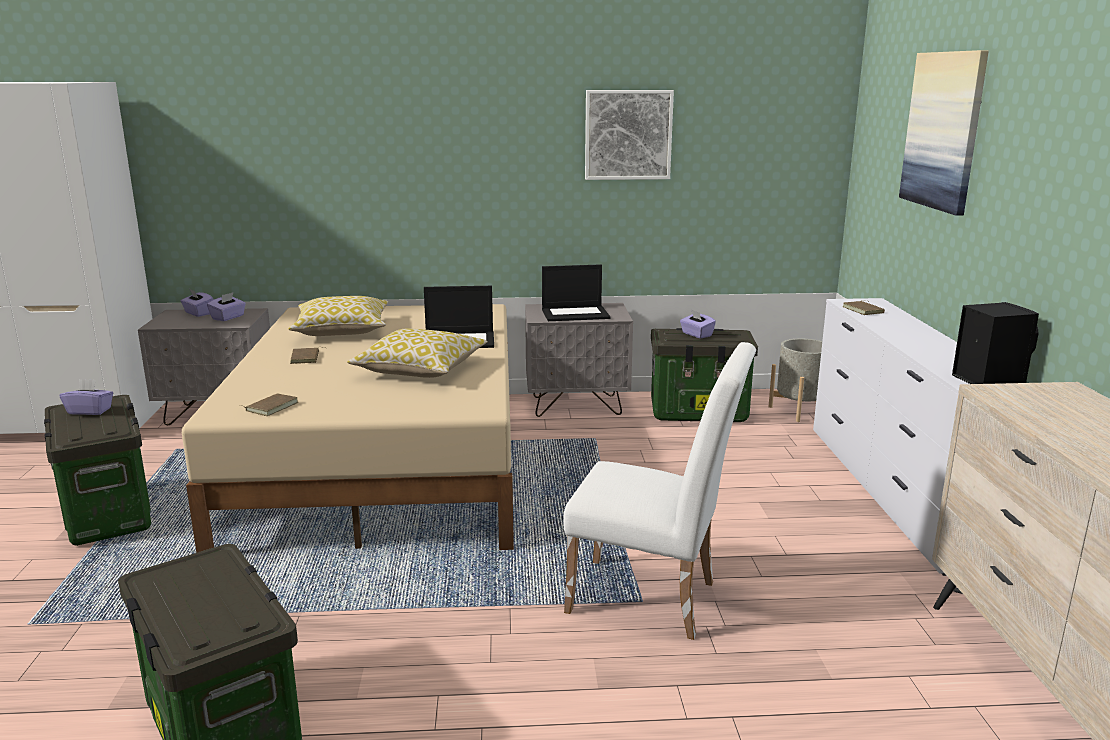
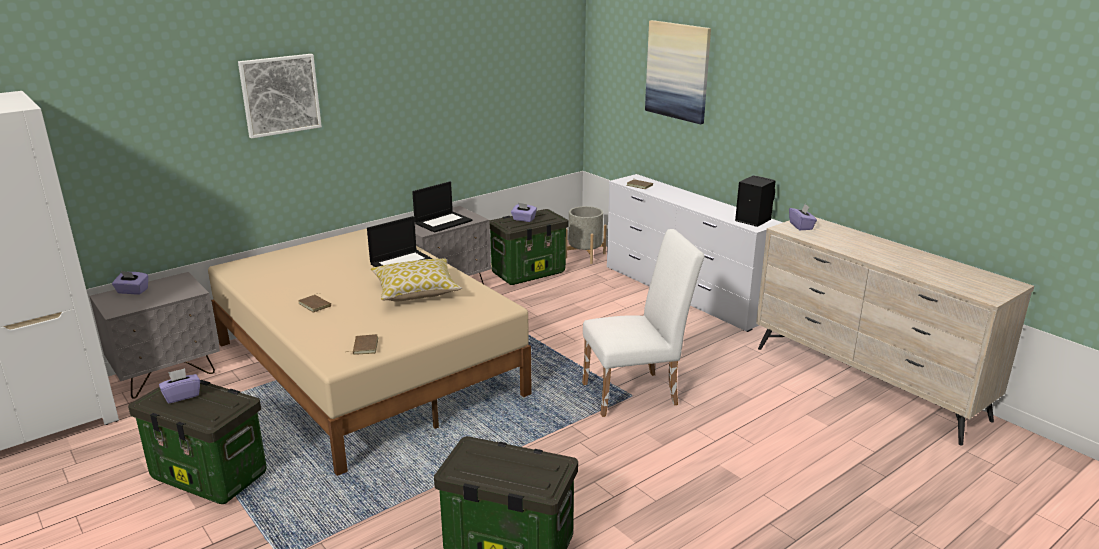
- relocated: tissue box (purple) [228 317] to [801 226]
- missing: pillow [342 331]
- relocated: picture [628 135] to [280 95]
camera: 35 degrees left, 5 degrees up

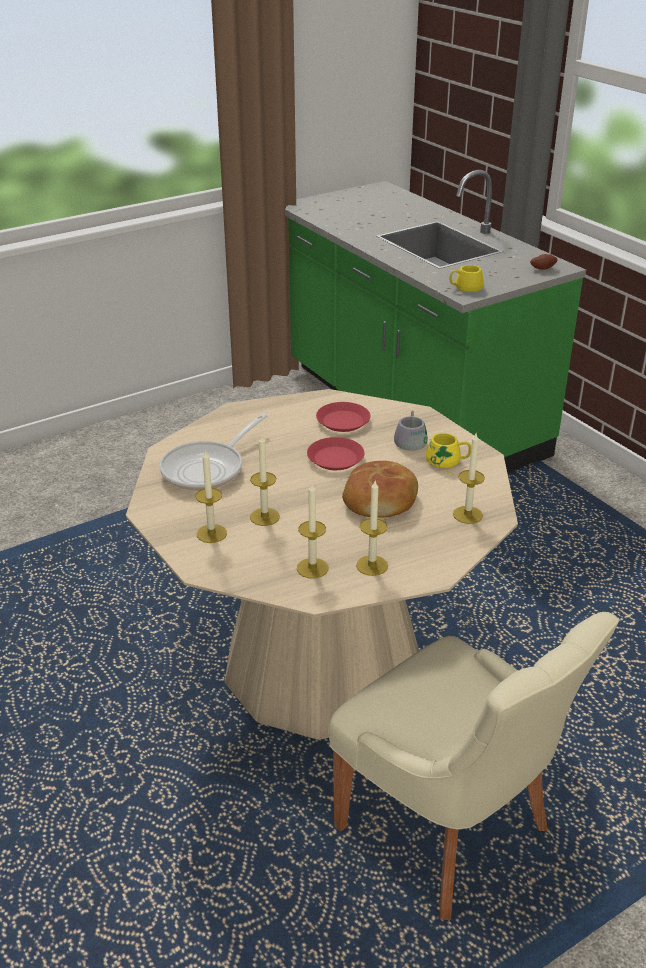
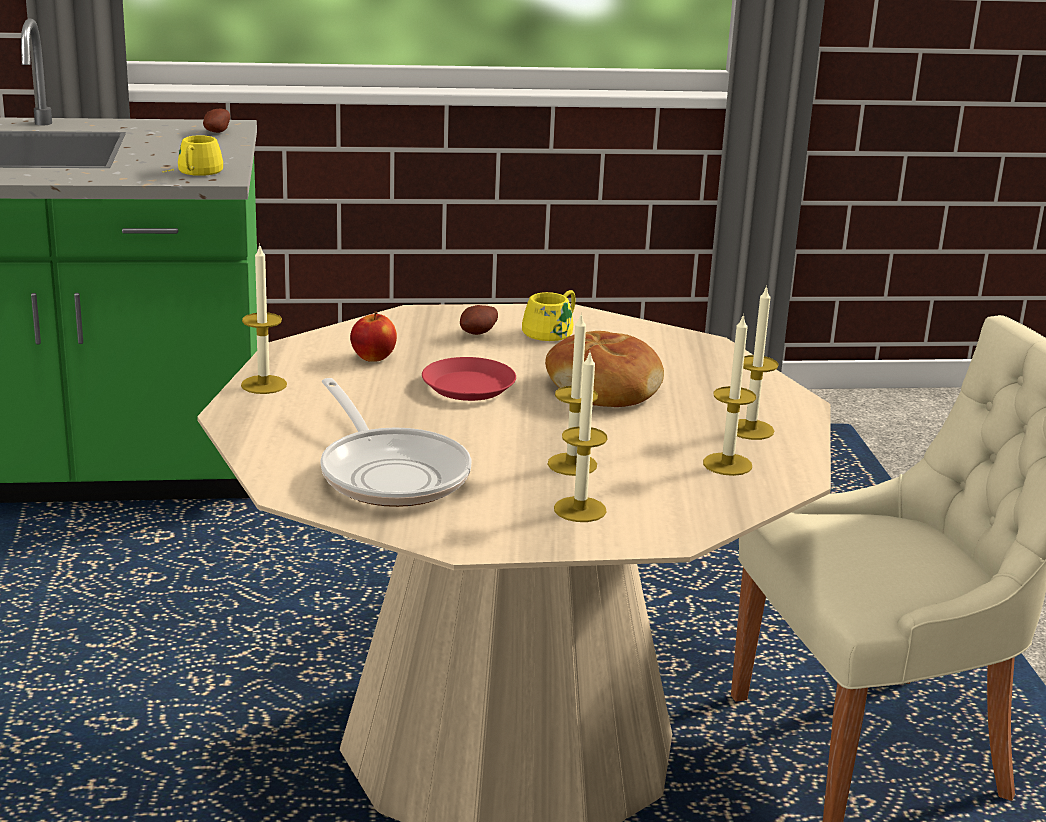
- exchanged: plate (red) [343 421] to apple [373 358]
- exchanged: mug (grey) [414 440] to potato [479 334]
- relocated: candle [467 515] to [264 384]
camera: 65 degrees left, 10 degrees down

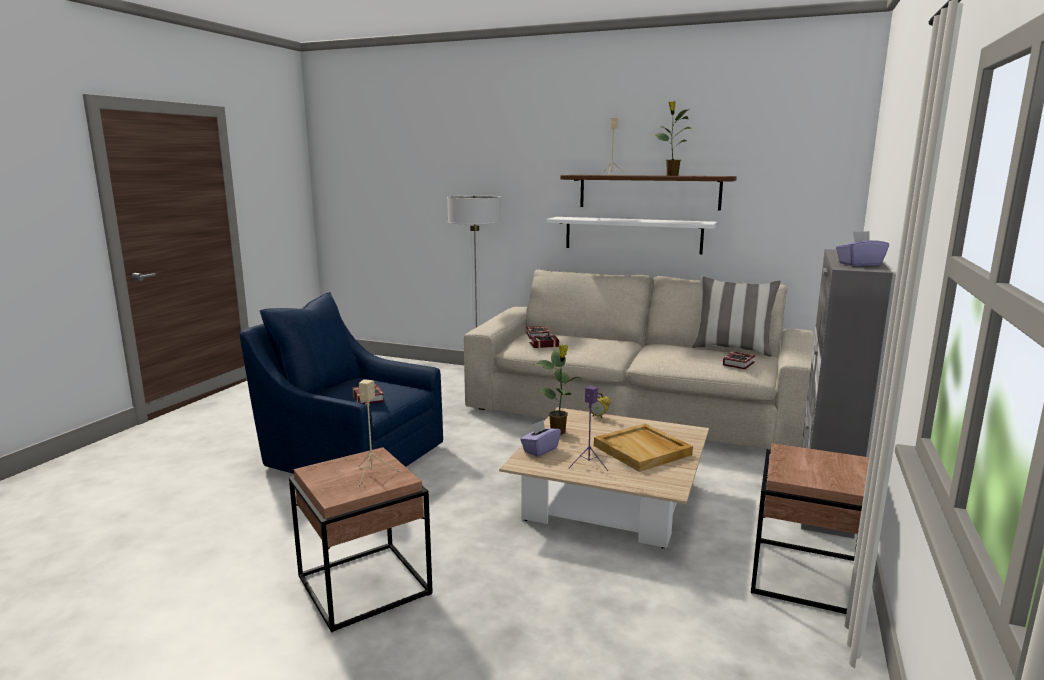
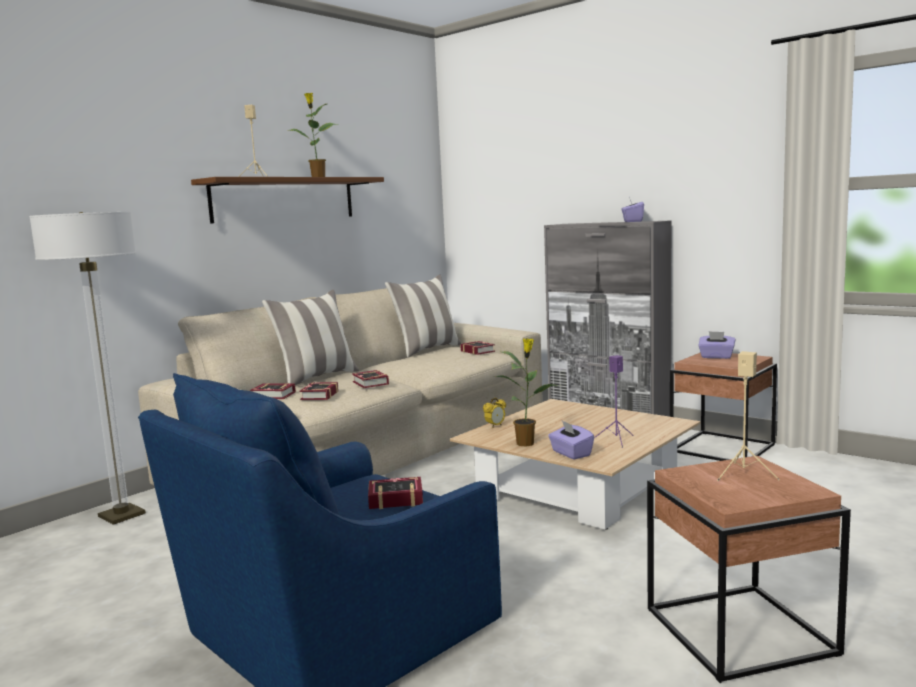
- missing: shelf (white) [632 235]
- missing: tray (beige) [643 450]
- appeared: pillow [316 378]
- appeared: book [370 383]
- appeared: tissue box (purple) [716 357]
camera: 70 degrees left, 5 degrees down

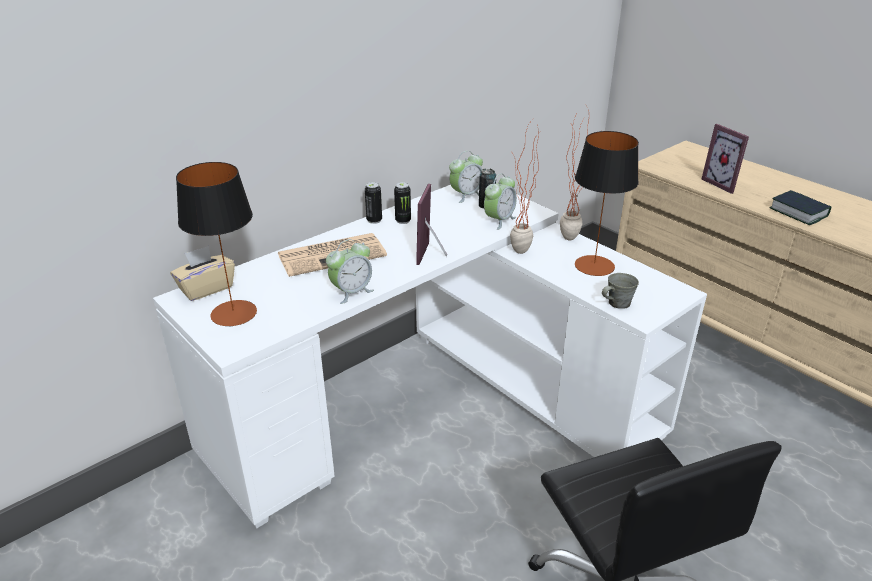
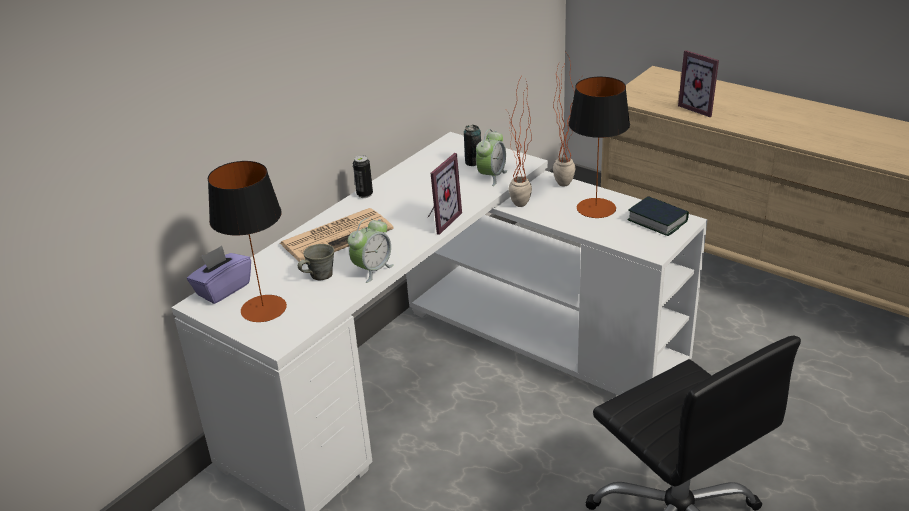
- colour: tissue box (beige) [206 288] to tissue box (purple) [223 289]
- missing: can [403 220]
- spun: picture frame [434 254] = [439 221] 150 degrees counterclockwise
- missing: alarm clock [466 195]
- relocated: mug (grey) [617 304] to [320 275]
- relocated: book [798 212] to [657 221]
camera: 10 degrees left, 0 degrees up

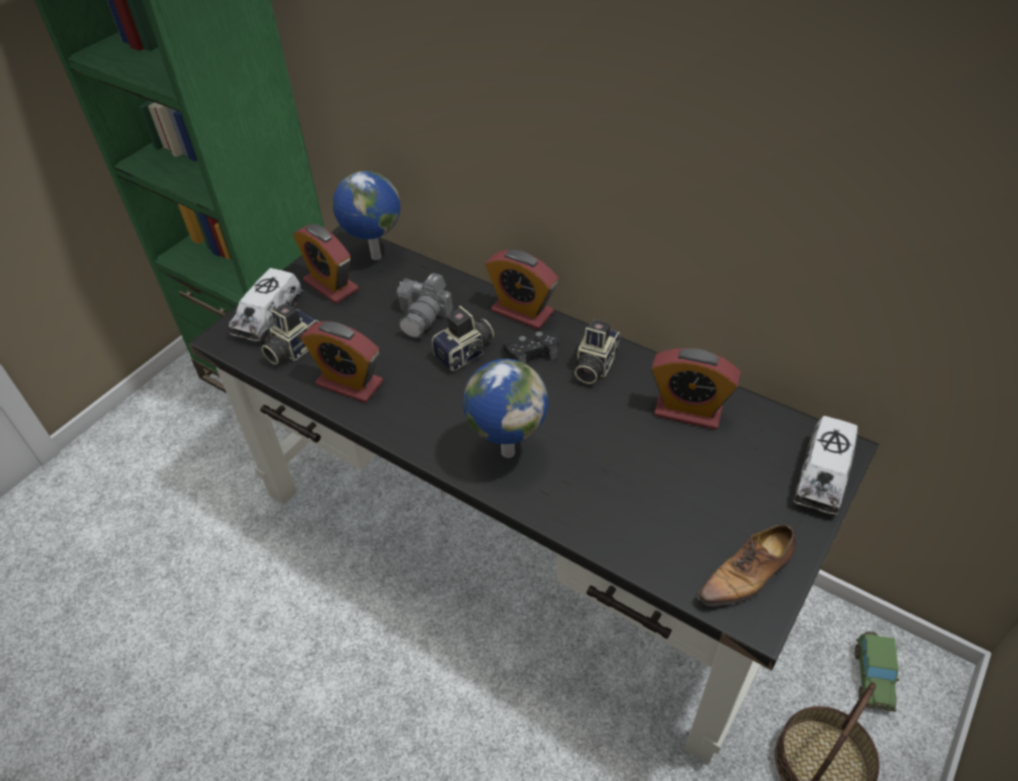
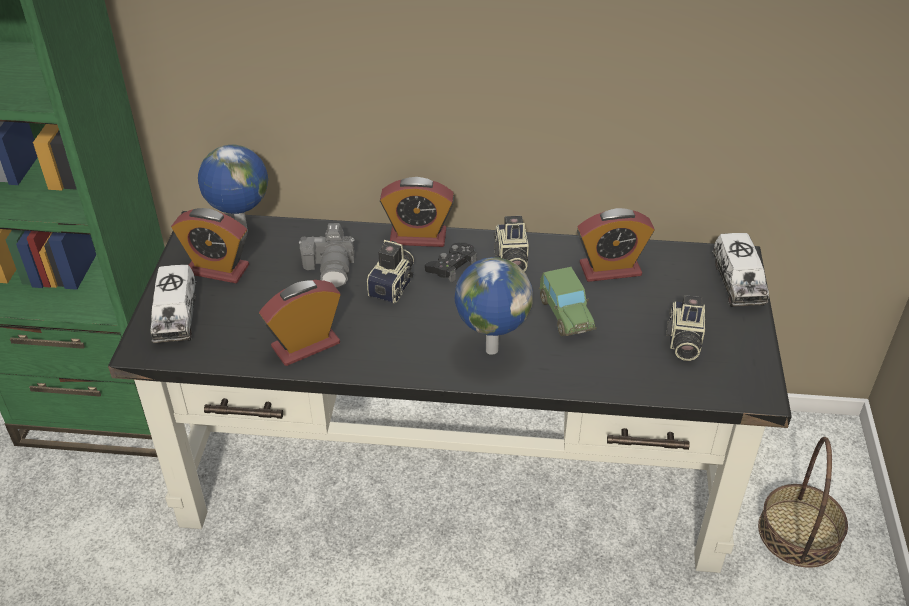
- relocated: photo camera [293 348] to [683 341]
- spun: alarm clock [349 383] = [306 345] 150 degrees clockwise
- missing: shoe [747 575]
- relocated: toy car [872 677] to [565 314]
camera: 30 degrees left, 5 degrees down

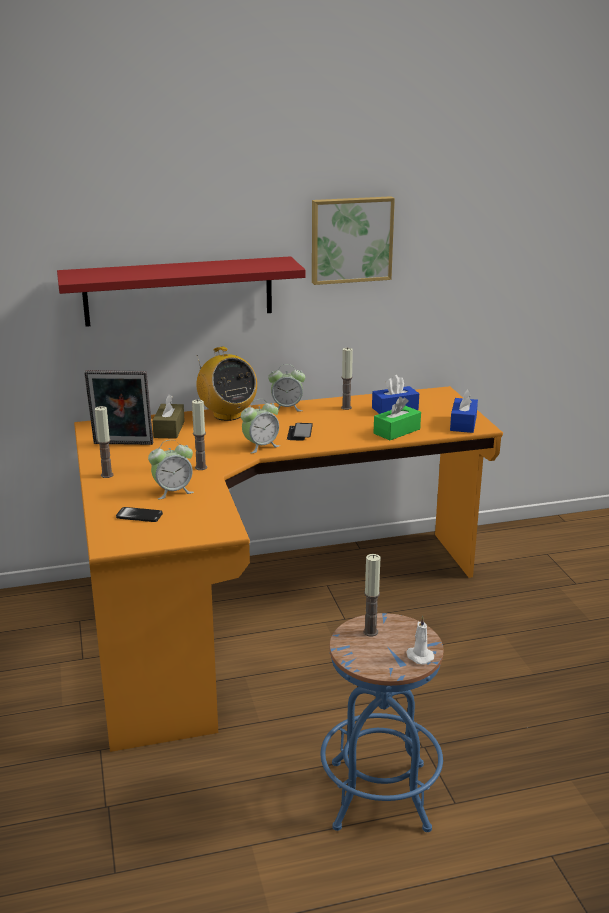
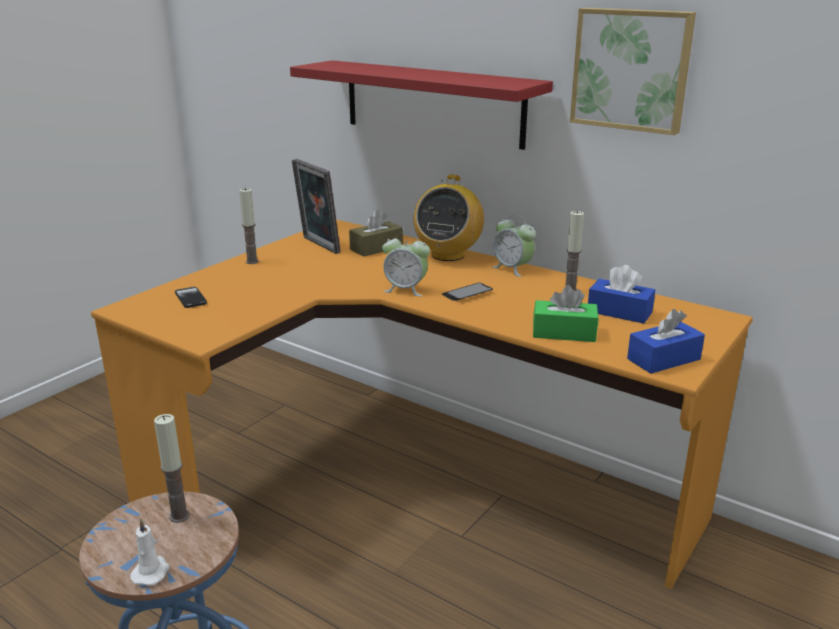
- missing: alarm clock [173 491]
- missing: candle [201 467]
camera: 50 degrees right, 0 degrees up

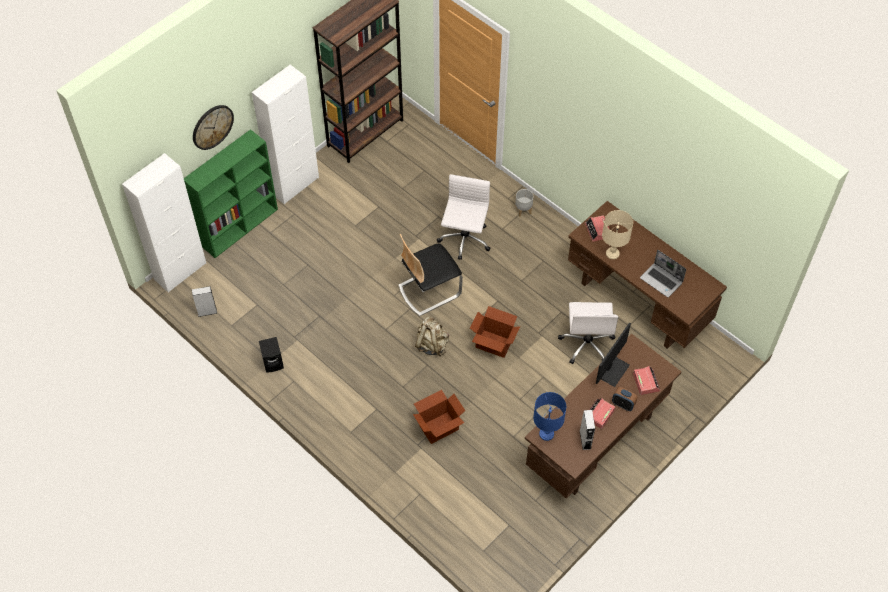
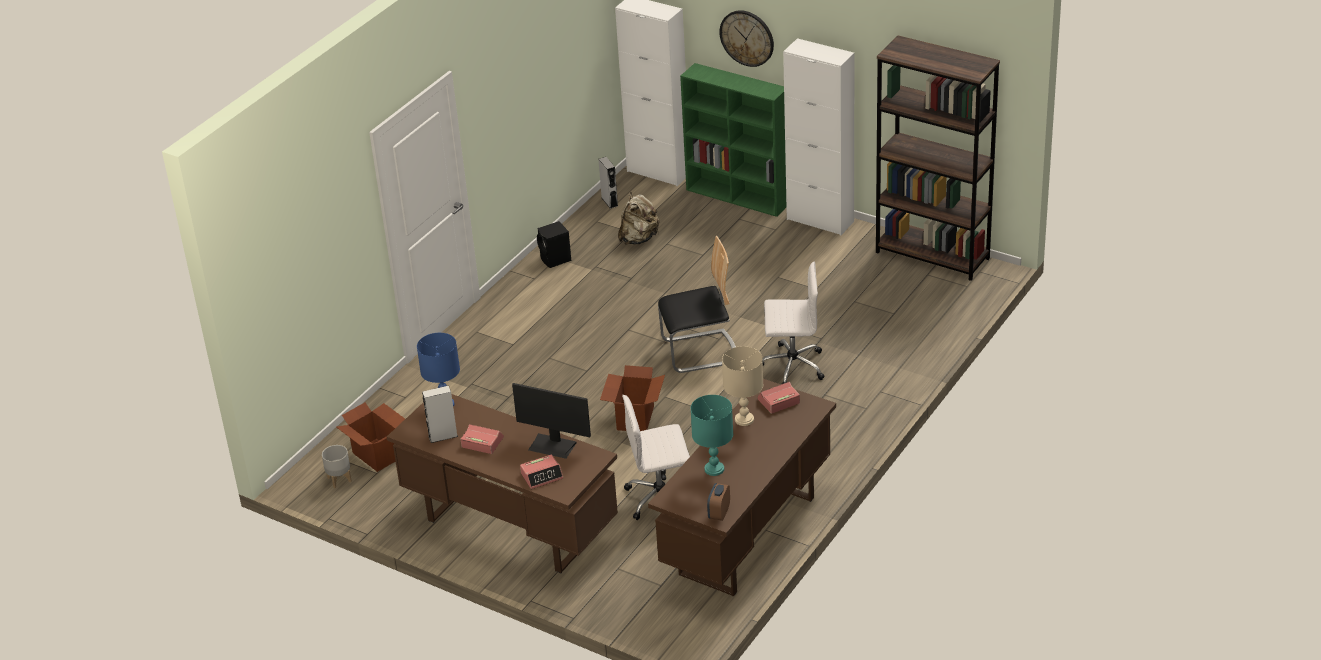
- spun: chair [429 290] = [699 352] 120 degrees clockwise
- relocated: cardboard box [438 427] to [377 455]
- relocated: backpack (beige) [432 344] to [638 239]
- relocated: planter (grey) [523 210] to [340 479]
- relocated: alarm clock [623 404] to [719 513]
- exchanged: laptop [661 280] to table lamp (turquoise) [714 469]
camera: 80 degrees right, 20 degrees down

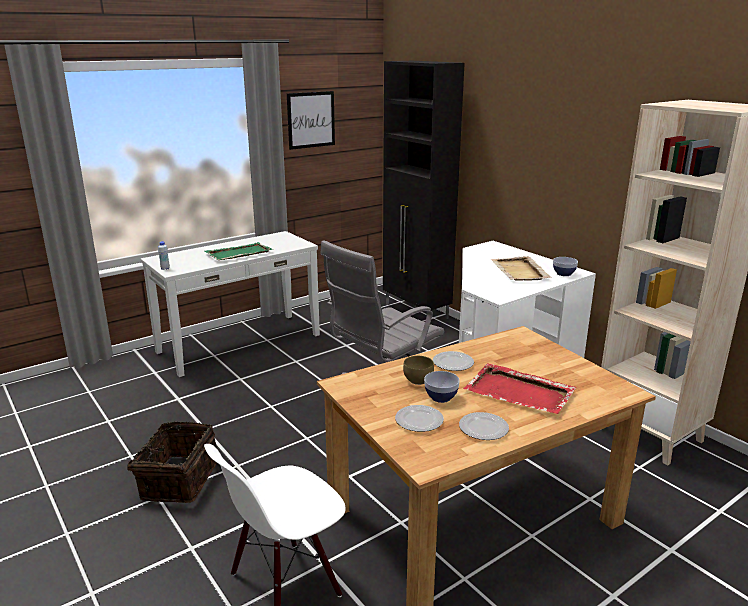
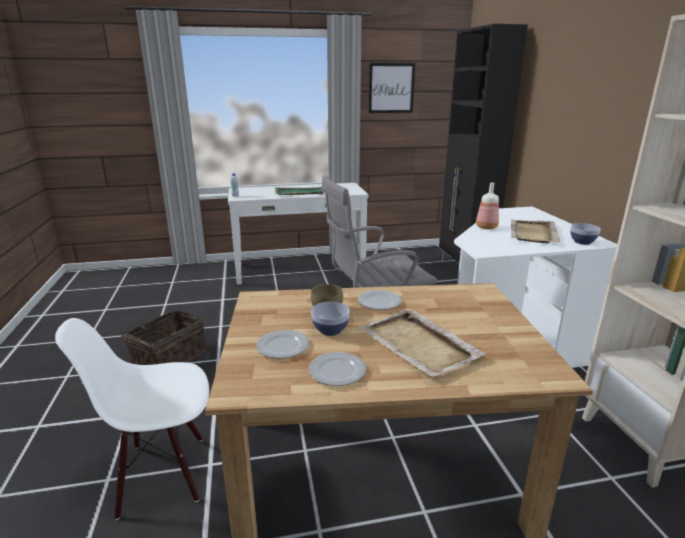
- colour: tray (red) [520 392] to tray (beige) [419 345]
- appeared: bottle [486 227]
camera: 25 degrees right, 0 degrees up

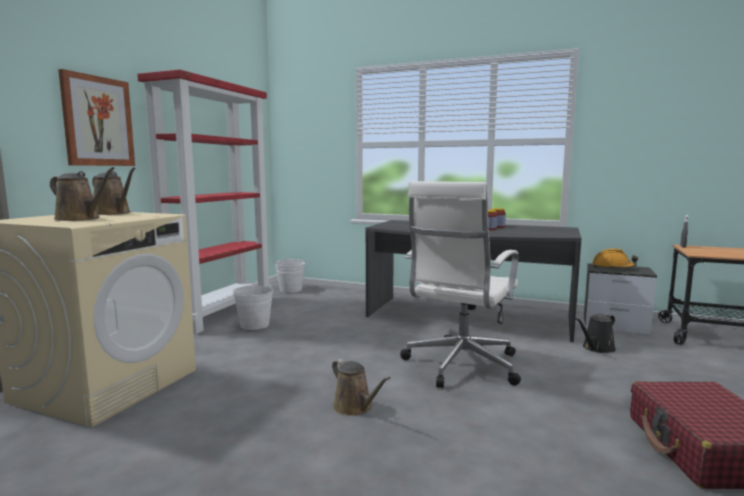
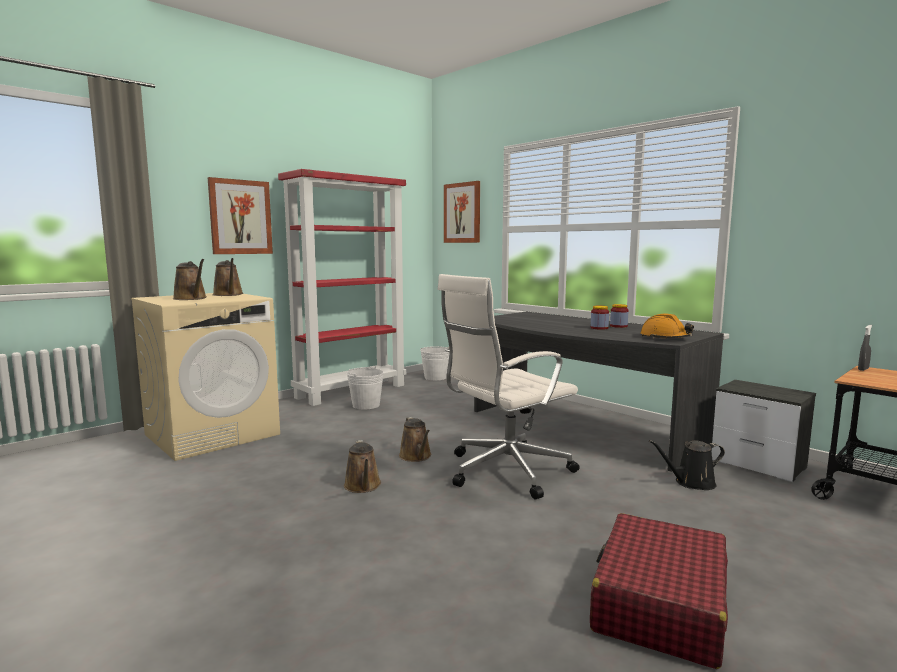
- relocated: hard hat (orange) [613 267] to [665 338]
- appeared: watering can (brown) [416 457]
- appeared: picture [462 213]
camera: 25 degrees right, 0 degrees up

